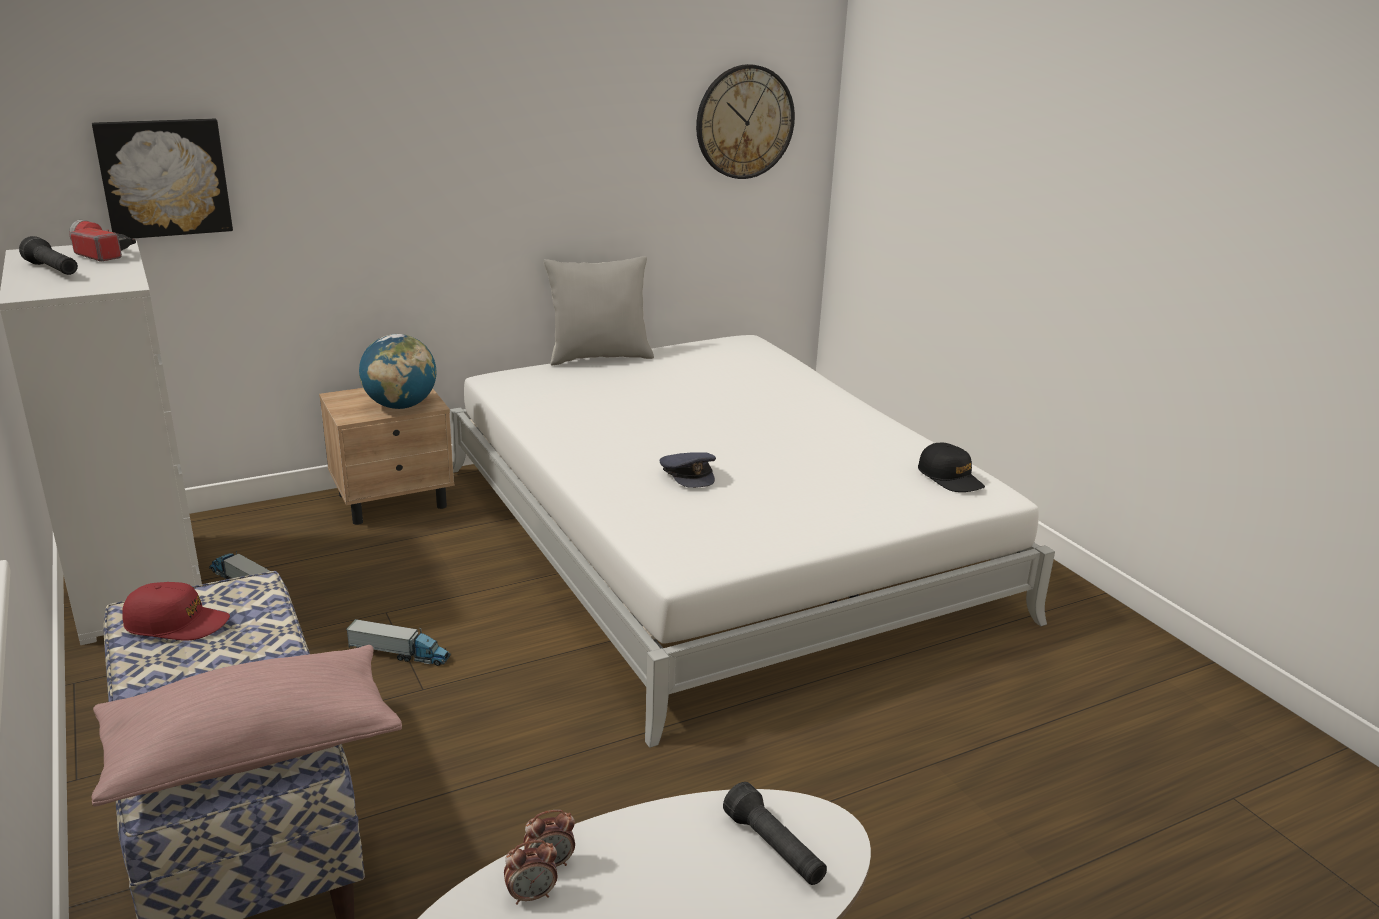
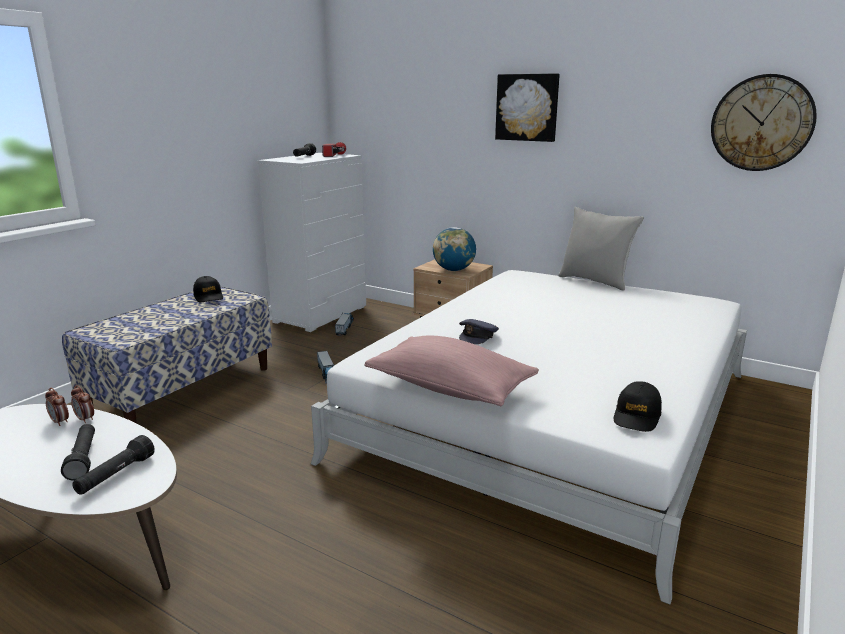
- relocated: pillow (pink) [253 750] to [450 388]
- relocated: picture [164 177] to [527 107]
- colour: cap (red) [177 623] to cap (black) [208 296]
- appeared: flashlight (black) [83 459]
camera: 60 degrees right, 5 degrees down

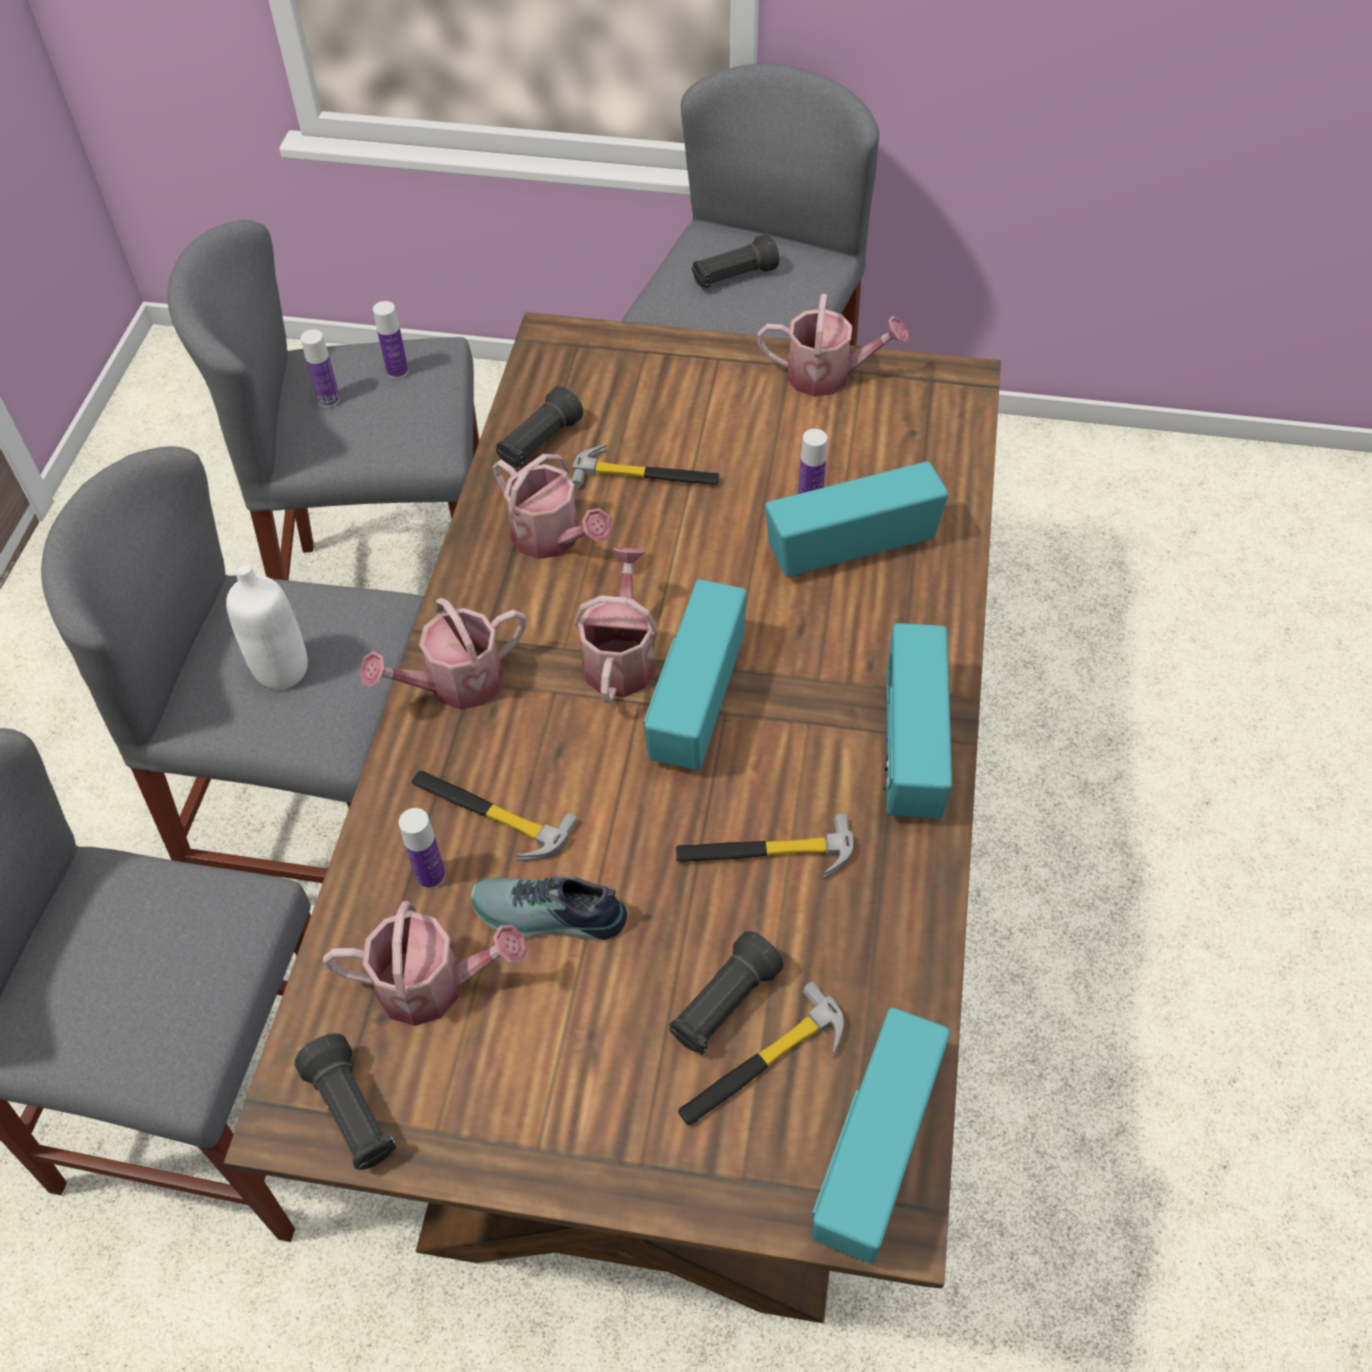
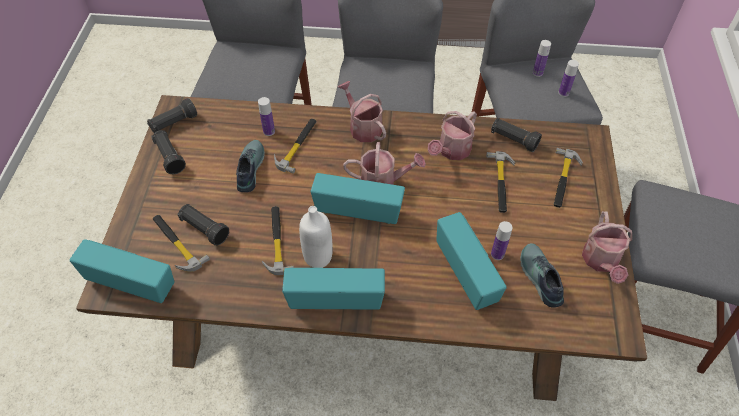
- relocated: bottle (white) [282 670] to [318 257]
- missing: watering can [433 985]
- relocated: flashlight (black) [734 277] to [169 157]
- appeared: shoe [539 278]
- appeared: hammer [563 180]
camera: 85 degrees right, 0 degrees up

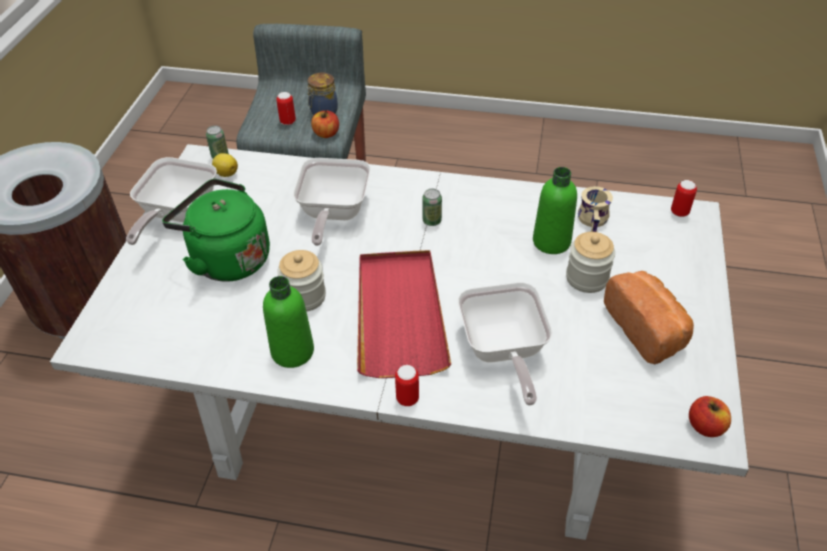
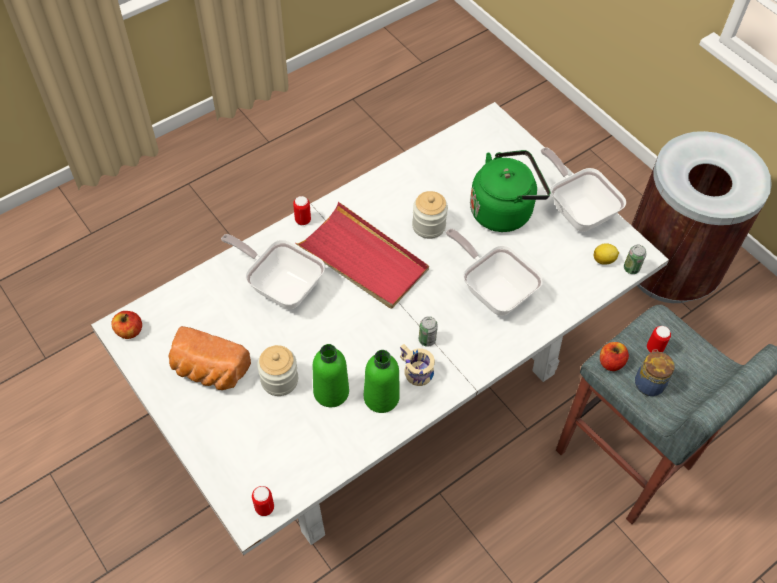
- relocated: bottle (green) [292 351] to [381 397]
- relocated: mug (beige) [595 221] to [414 372]
camera: 130 degrees right, 10 degrees up

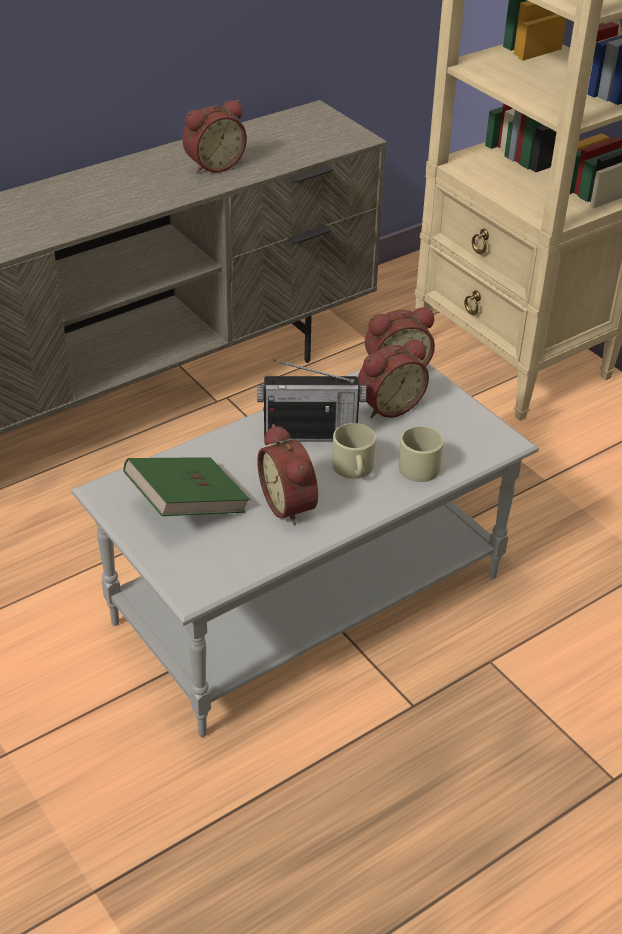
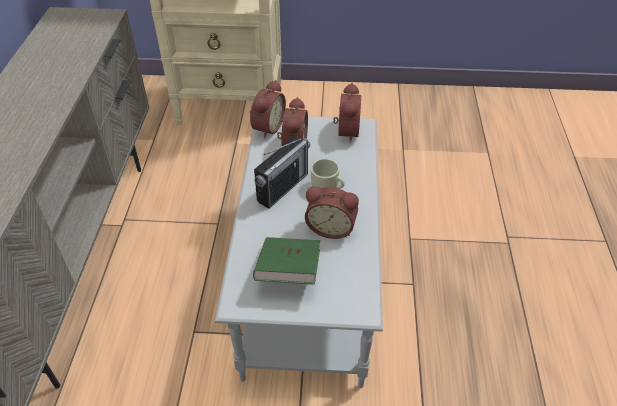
- relocated: alarm clock [213 164] to [345 131]
- missing: mug (beige) [421 465]
camera: 50 degrees left, 5 degrees up

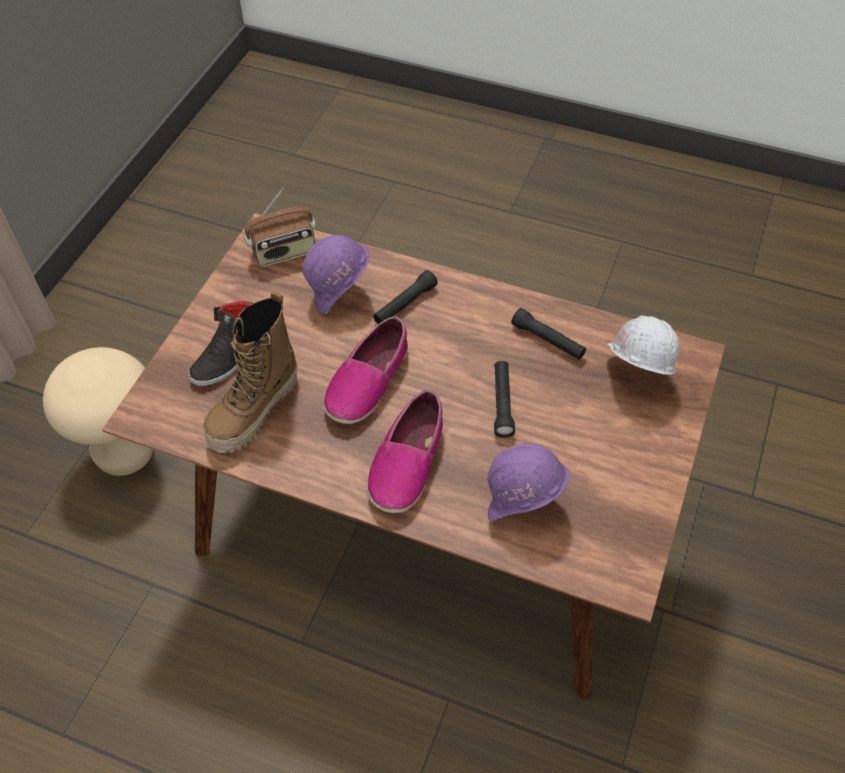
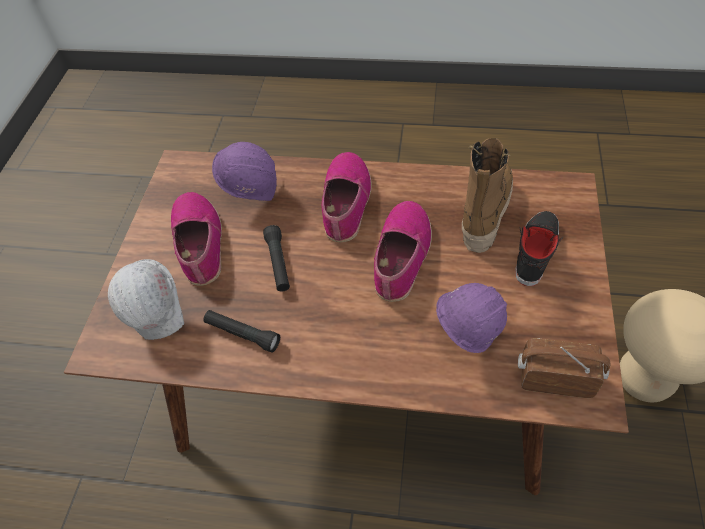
- spun: radio [284 252] = [555 378] 45 degrees clockwise
- missing: flashlight (black) [405 304]
- appeared: shoe [199 243]
camera: 170 degrees right, 0 degrees up

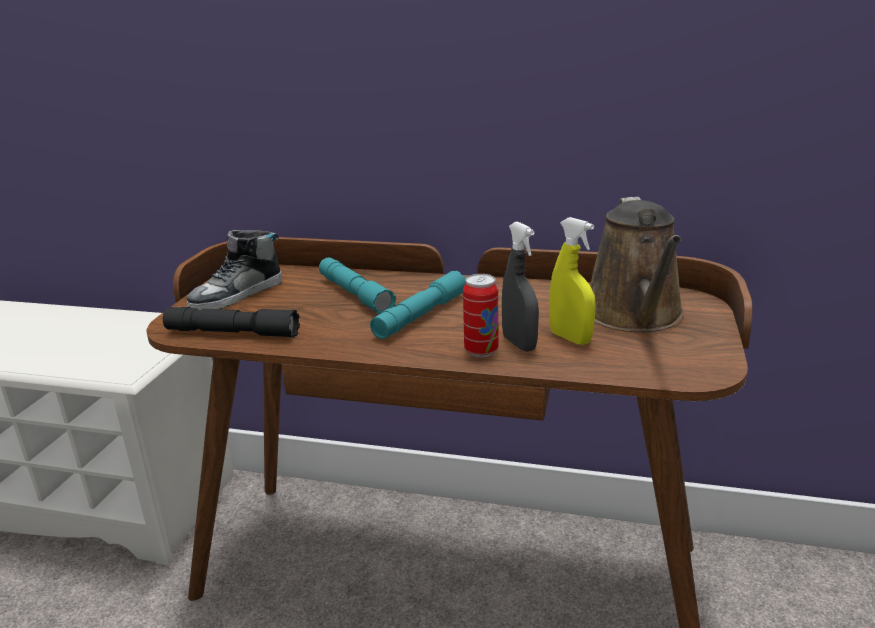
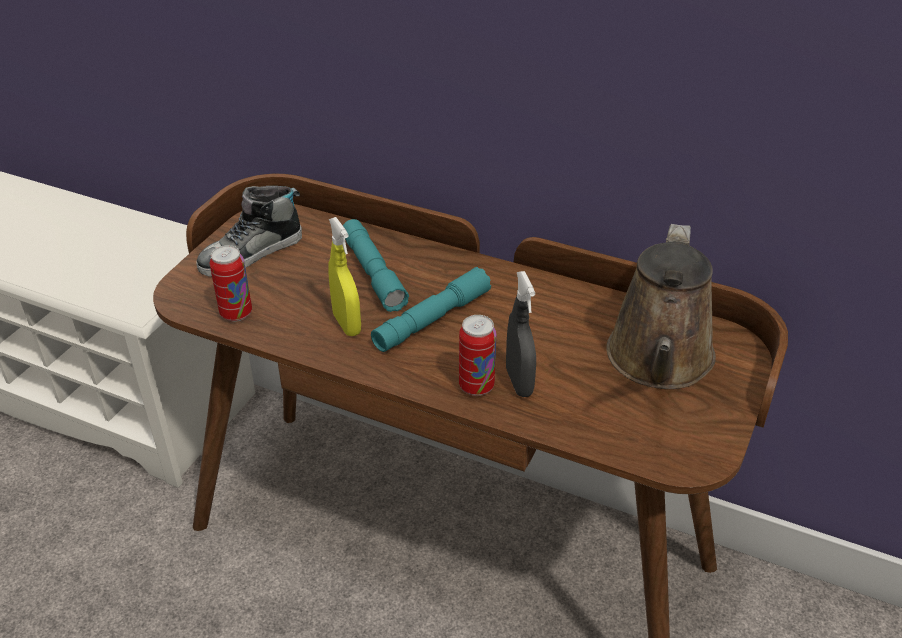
- exchanged: flashlight (black) [232 333] to can [236 313]
- relocated: spray bottle (yellow) [570 338] to [347 324]
camera: 10 degrees right, 15 degrees up

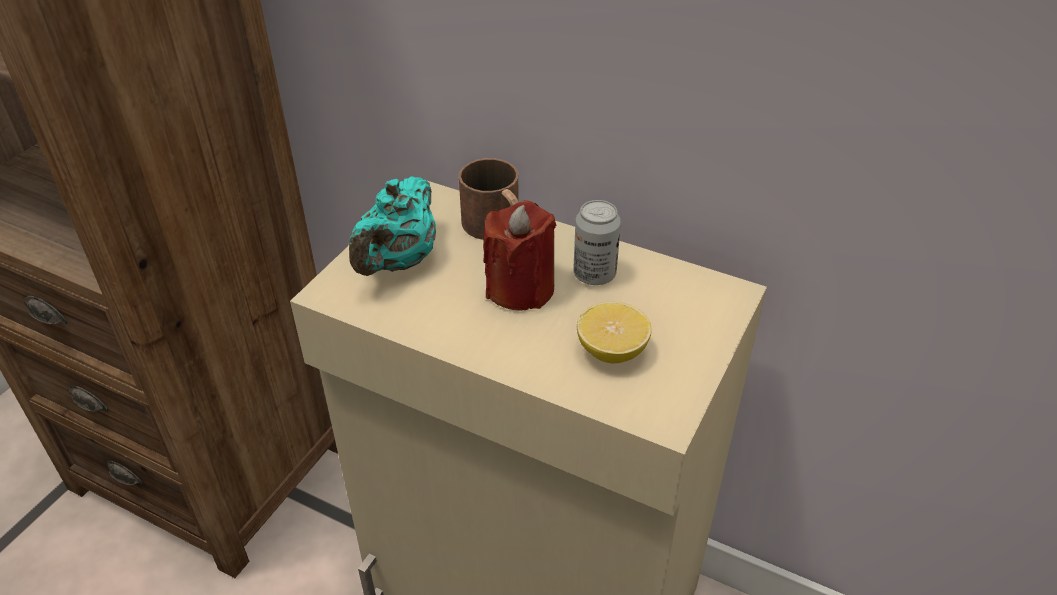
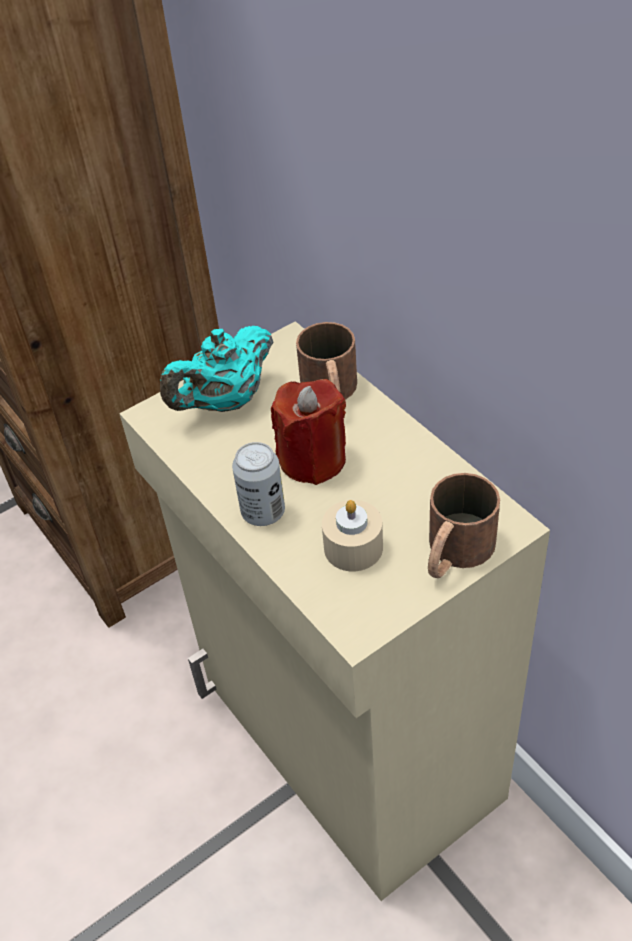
- relocated: can [594 274] to [263 512]
- exchanged: lemon [612 351] to candle (beige) [353 547]
- appeared: mug (brown) [454 553]
camera: 30 degrees right, 5 degrees up

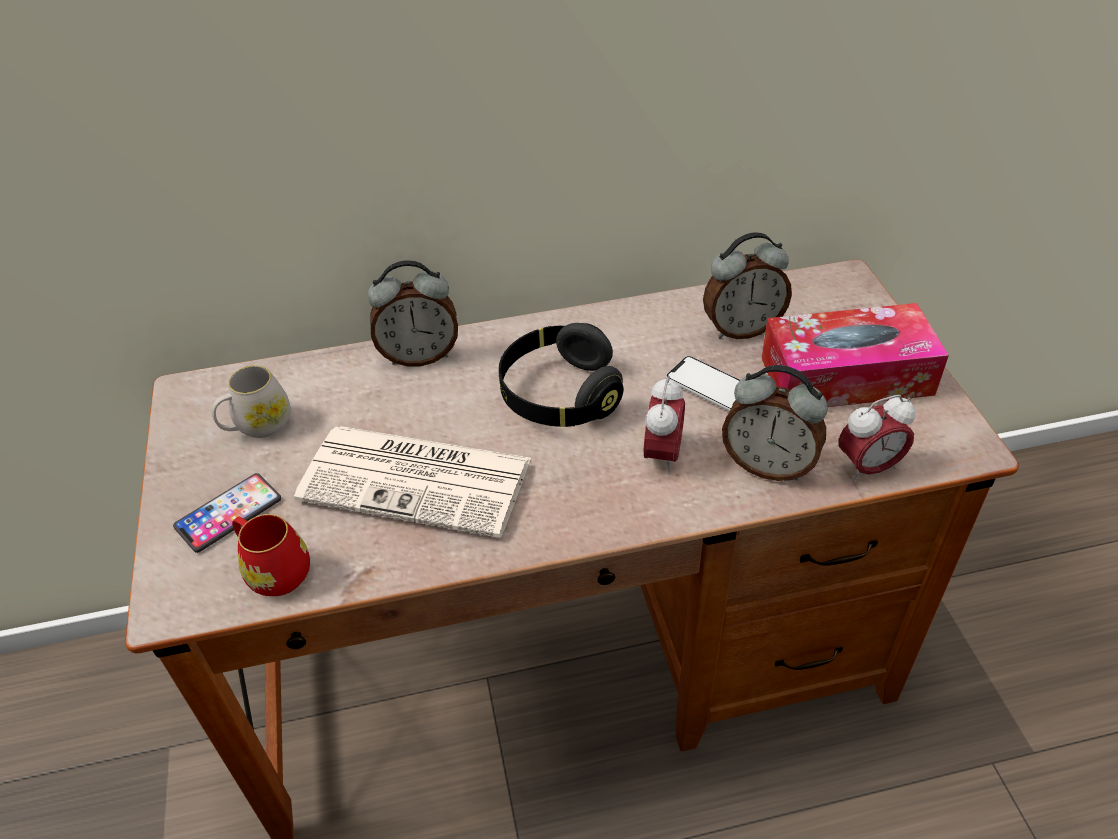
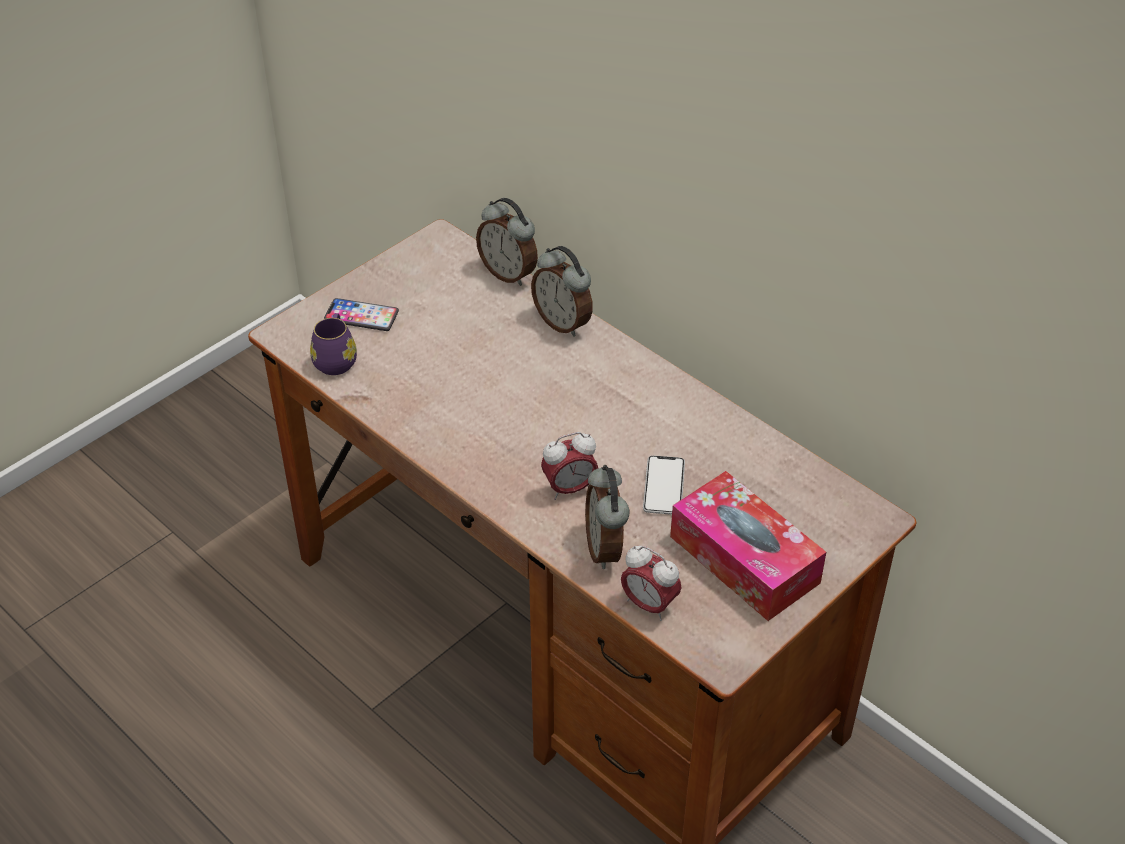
- missing: mug (white) [257 426]
- colour: mug (red) [274 571] to mug (purple) [336 359]
- missing: newspaper [419 479]
- missing: headphones (black) [560 395]
- relocated: alarm clock [741 328] to [509 273]
camera: 55 degrees right, 0 degrees up

